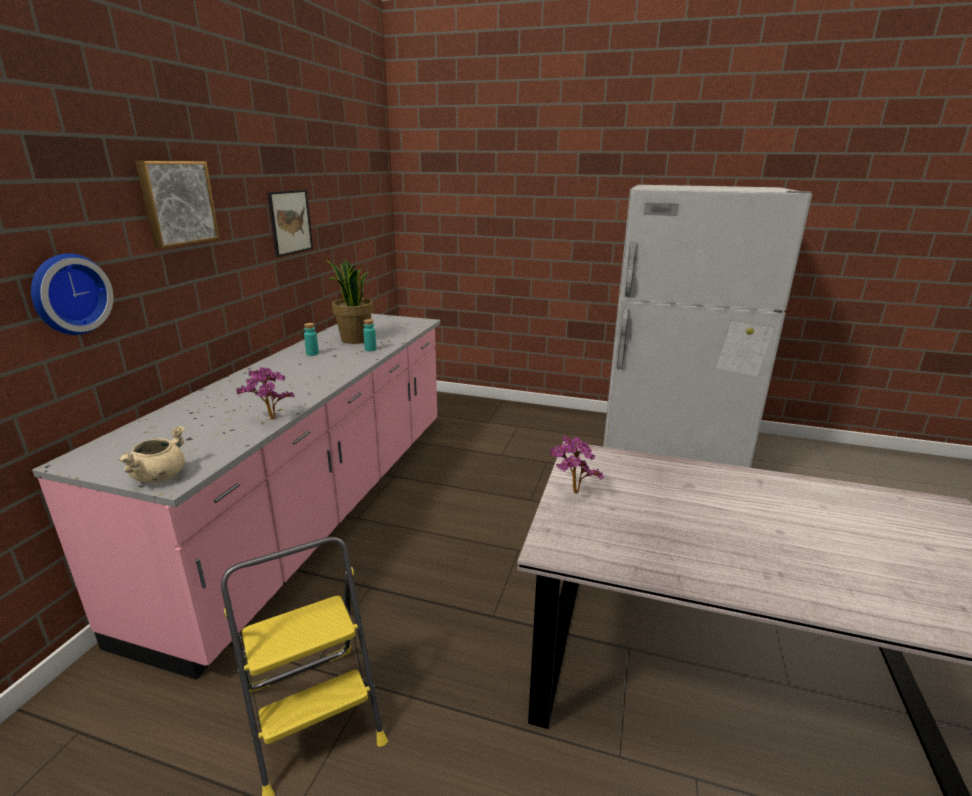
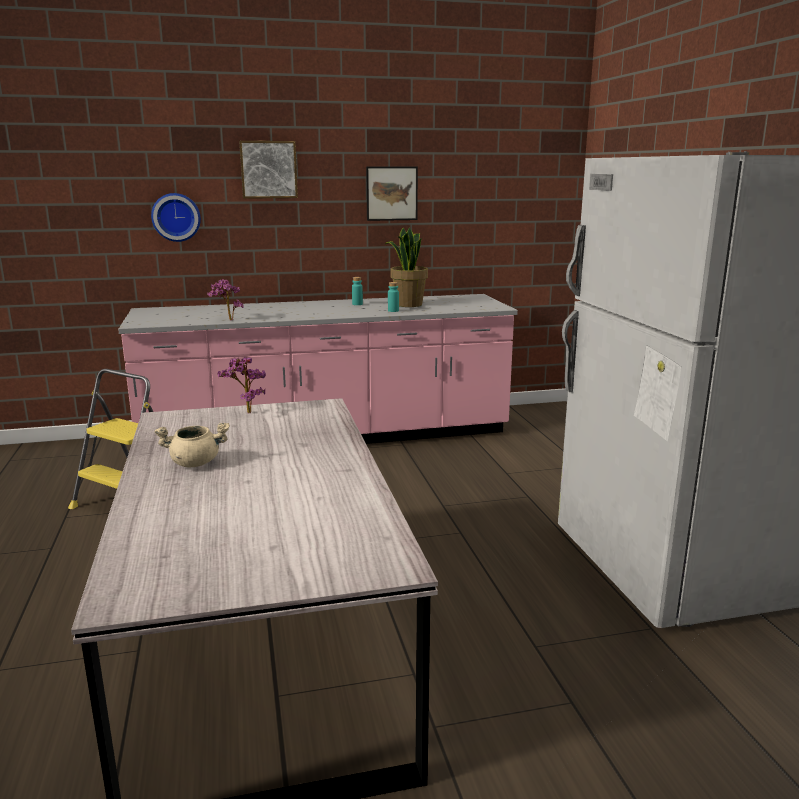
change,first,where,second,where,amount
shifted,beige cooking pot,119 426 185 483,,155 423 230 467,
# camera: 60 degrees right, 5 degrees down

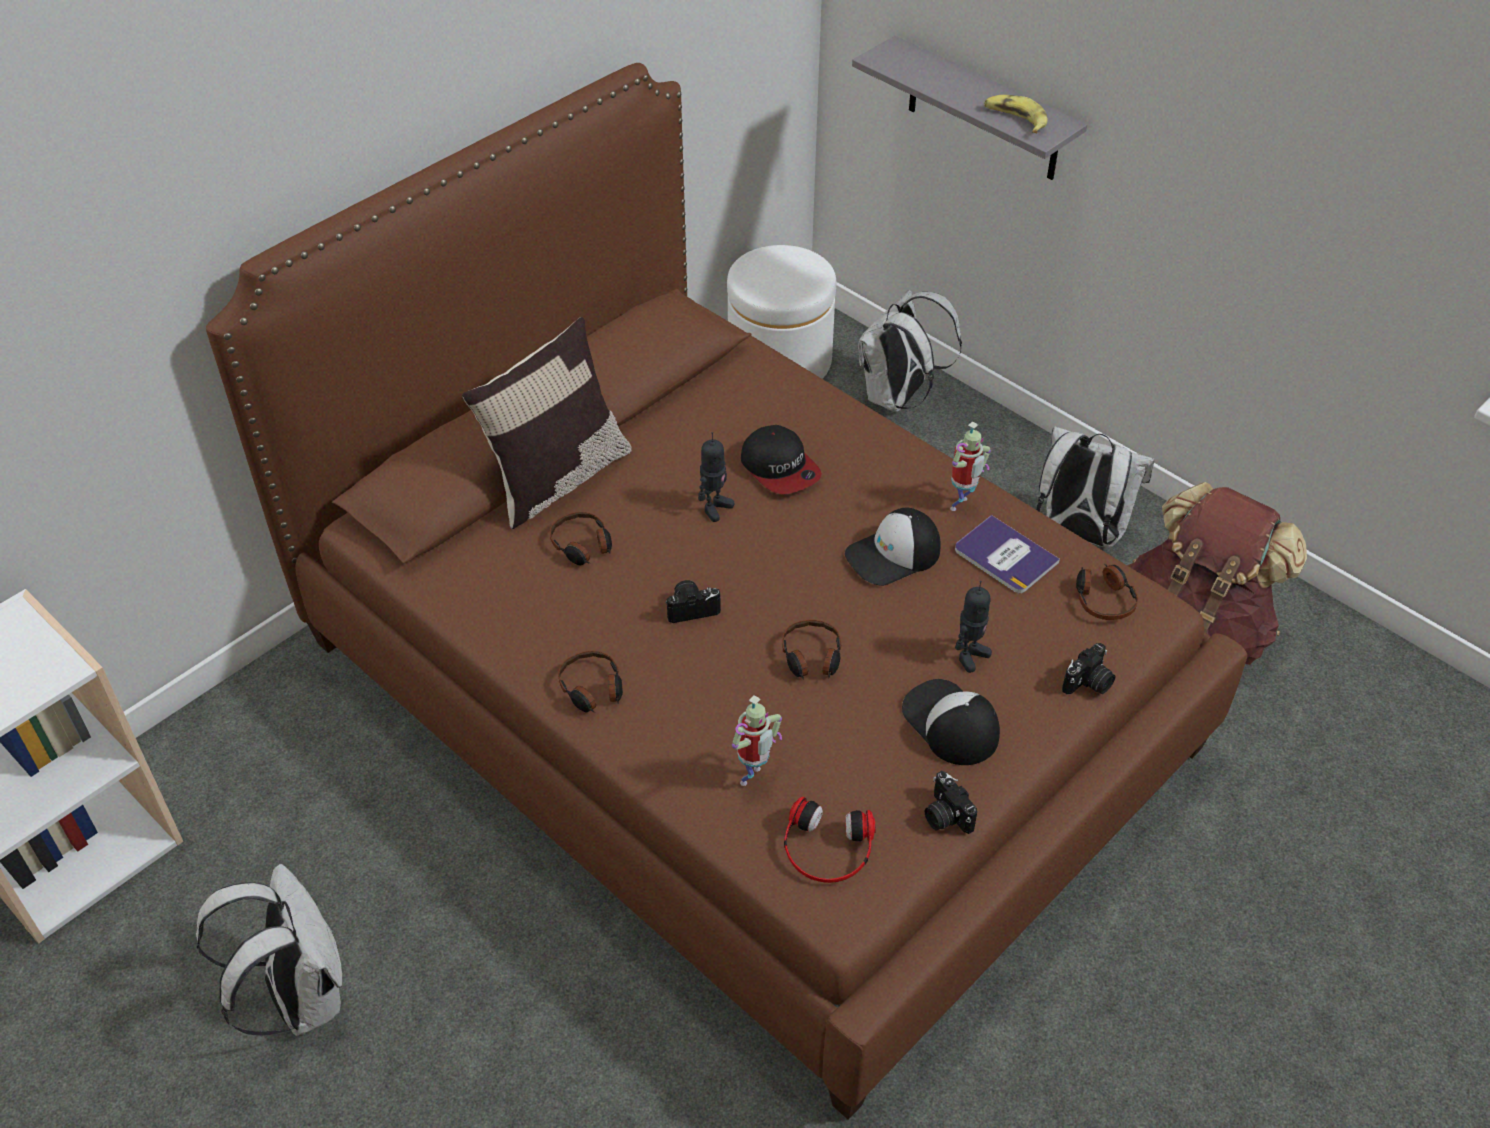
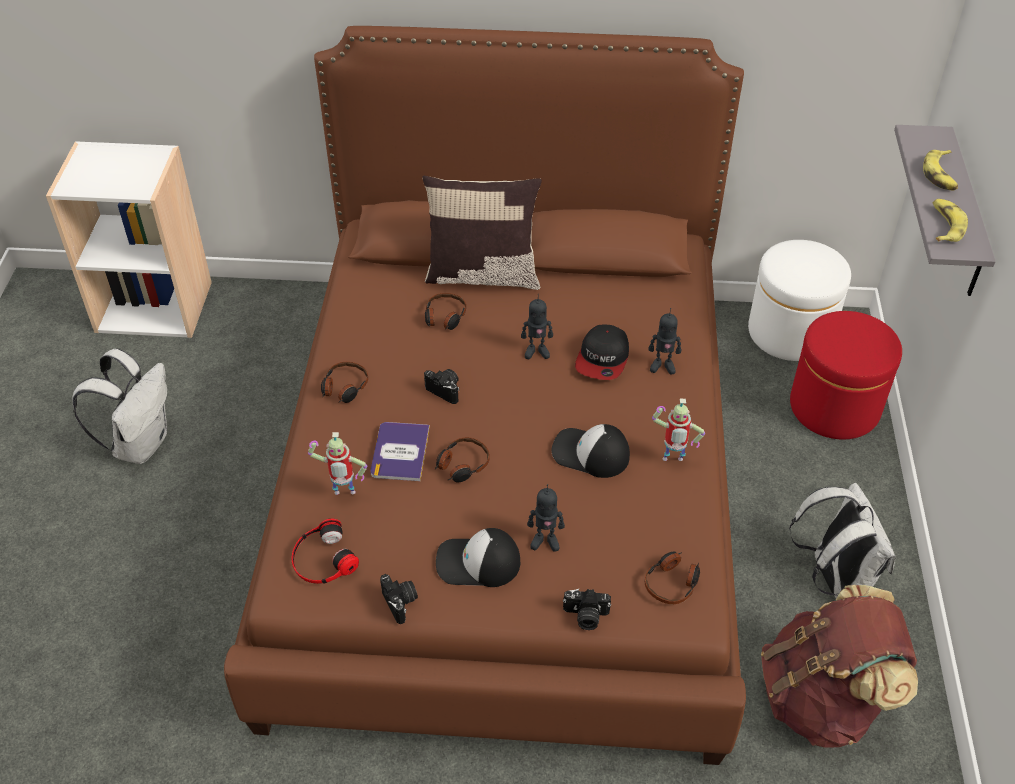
change,first,where,second,where,amount
swapped,white backpack,858 290 962 412,red ottoman,790 311 902 439,
rotated,cap,902 679 1000 765,,436 528 520 587,105 degrees counterclockwise
rotated,photo camera,925 771 977 834,,380 574 418 624,135 degrees clockwise
shifted,book,955 515 1060 593,,370 422 430 481,
new,,,toy robot,648 308 681 375,
new,,,banana,923 150 958 190,
# camera: 50 degrees right, 0 degrees up

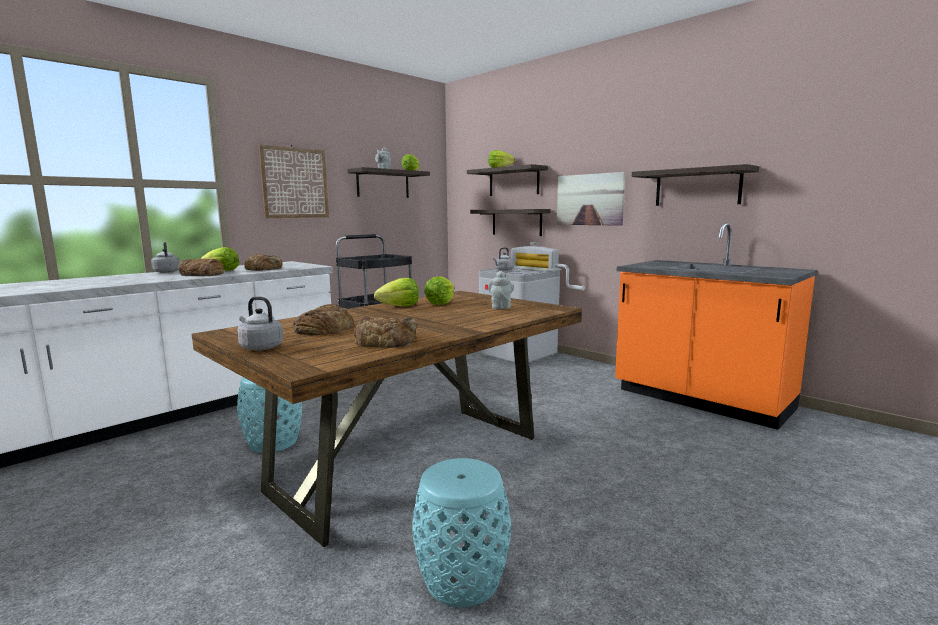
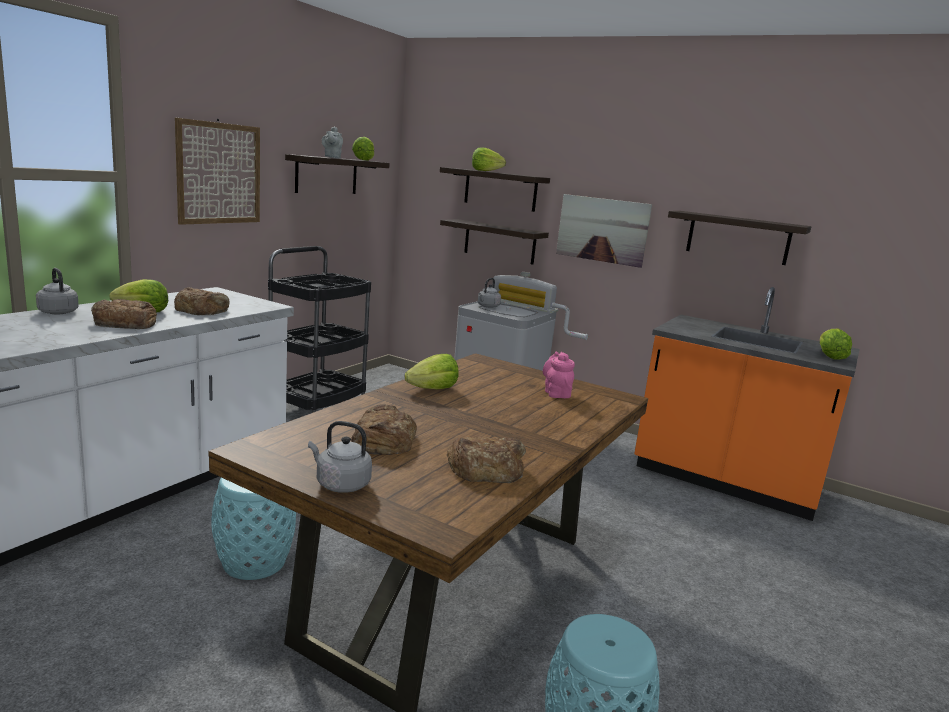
change,first,where,second,where,amount
shifted,lettuce,424 276 454 305,,820 328 852 360,
repainted,grey teapot,488 271 514 309,pink teapot,543 352 575 398,
# camera: 15 degrees left, 5 degrees up

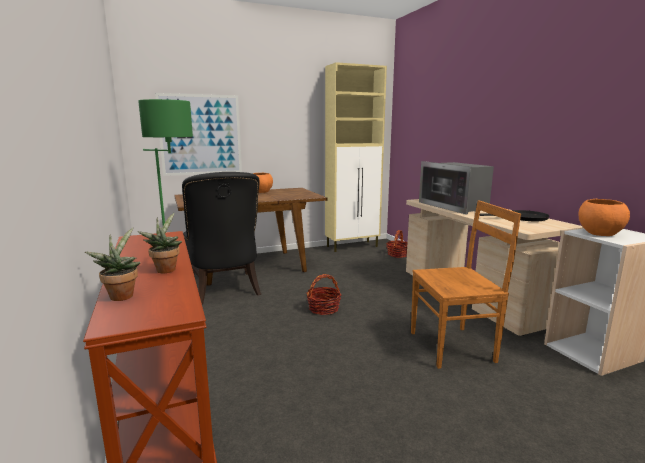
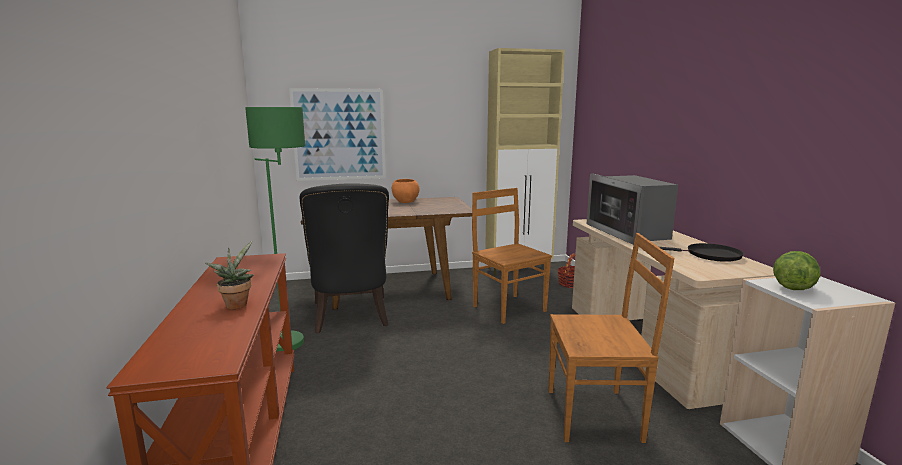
change,first,where,second,where,amount
gone,potted plant,85 228 140 301,,,
gone,basket,307 274 341 315,,,
swapped,orange bowl,579 199 630 236,lettuce,773 251 820 290,
new,,,brown chair,472 188 552 324,
# camera: 10 degrees right, 0 degrees up

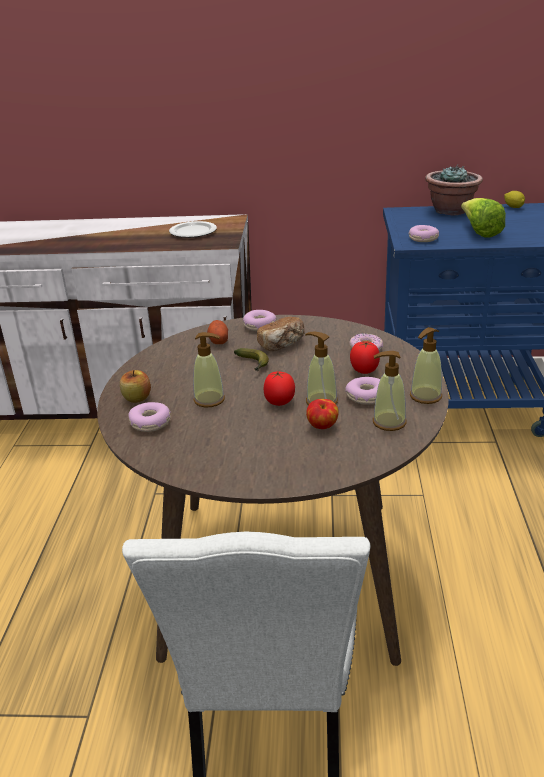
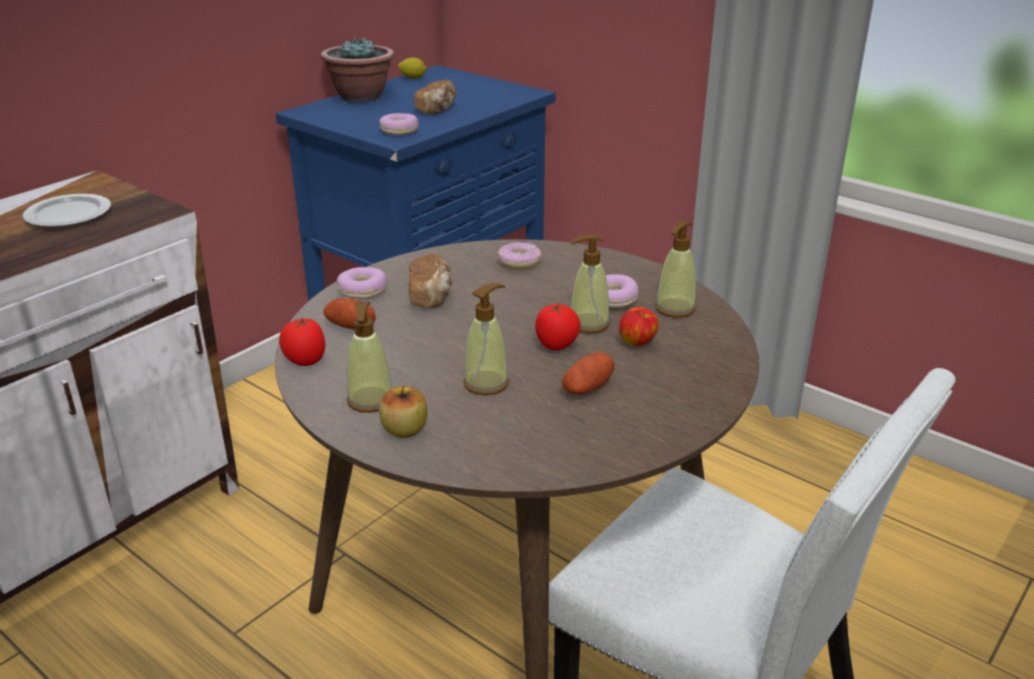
change,first,where,second,where,amount
gone,donut,128 402 171 432,,,
gone,banana,234 348 269 371,,,
shifted,tomato,350 341 380 374,,279 317 325 366,
shifted,soap dispenser,410 327 442 404,,347 302 392 413,
swapped,lettuce,461 198 506 238,bread,414 80 457 114,
new,,,potato,562 352 614 395,
# camera: 55 degrees left, 0 degrees up

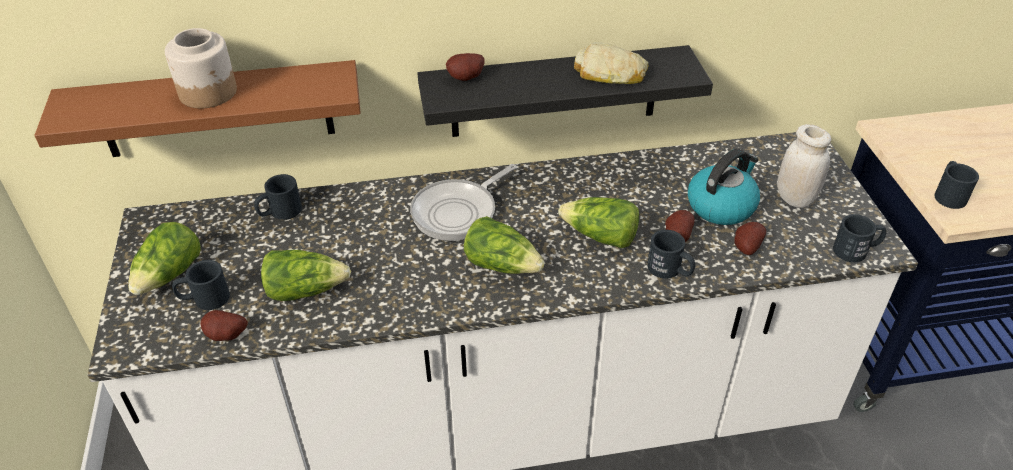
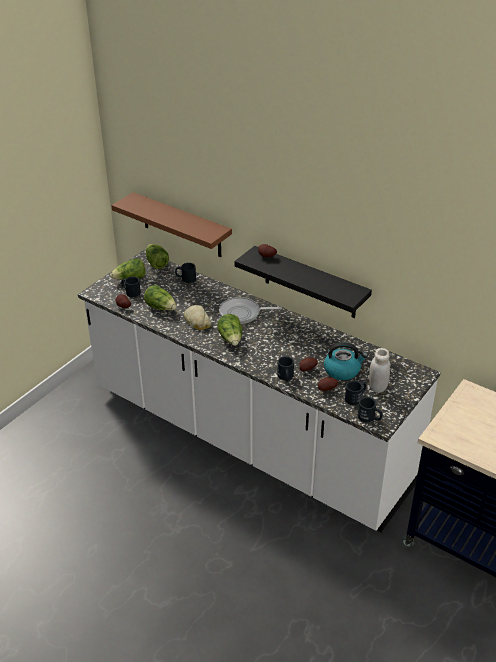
change,first,where,second,where,amount
gone,jar,165 28 237 108,,,
shifted,lettuce,558 197 639 248,,146 244 169 269,
shifted,bread,574 42 648 84,,183 305 211 330,
shifted,black mug,935 161 979 209,,345 380 366 405,
# camera: 45 degrees right, 5 degrees down

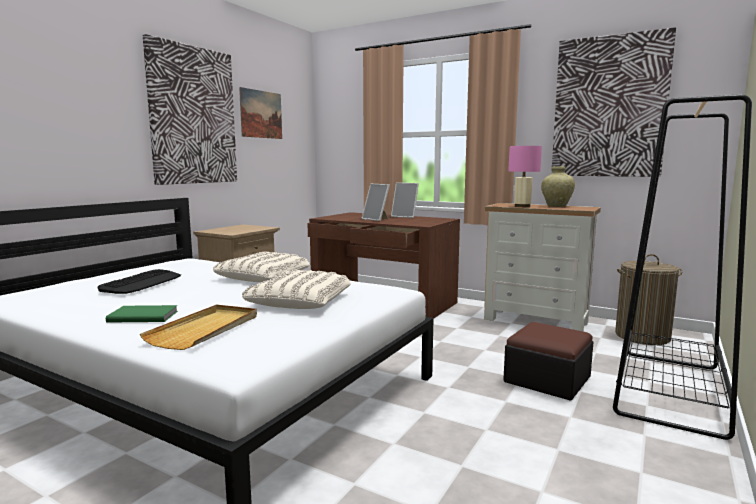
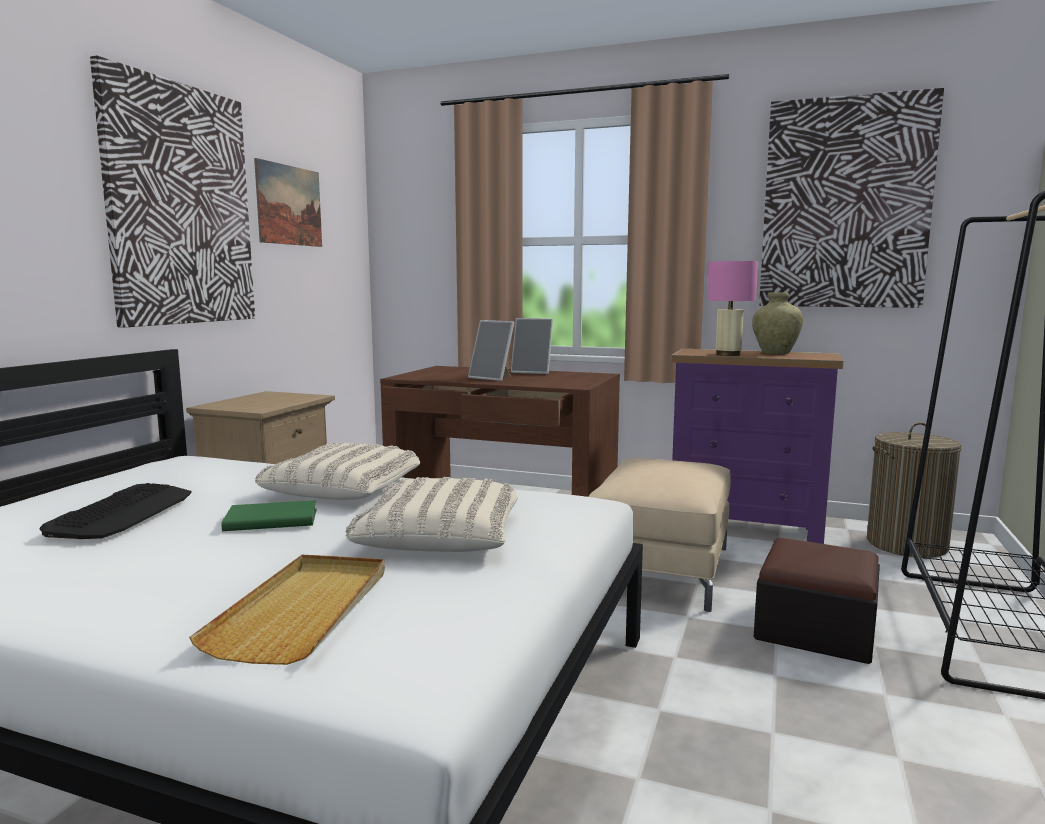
change,first,where,second,where,amount
shifted,green book,106 305 178 323,,222 500 317 531,
repainted,white dresser,484 203 601 332,purple dresser,671 349 844 544,
new,,,beige ottoman,588 458 731 612,
# camera: 10 degrees left, 0 degrees up

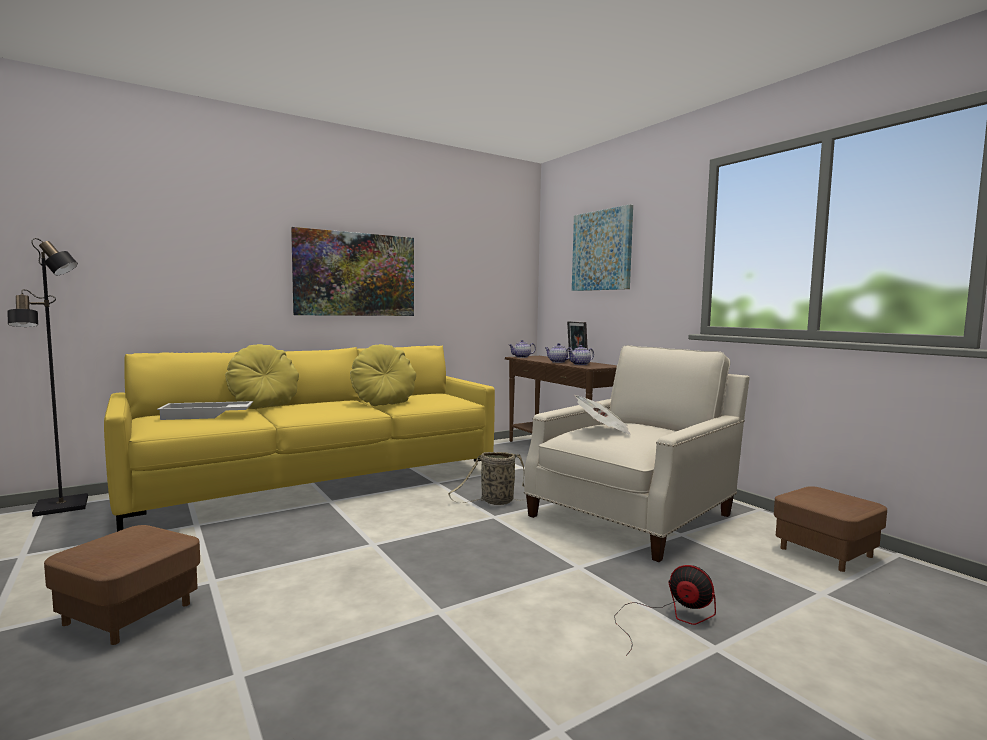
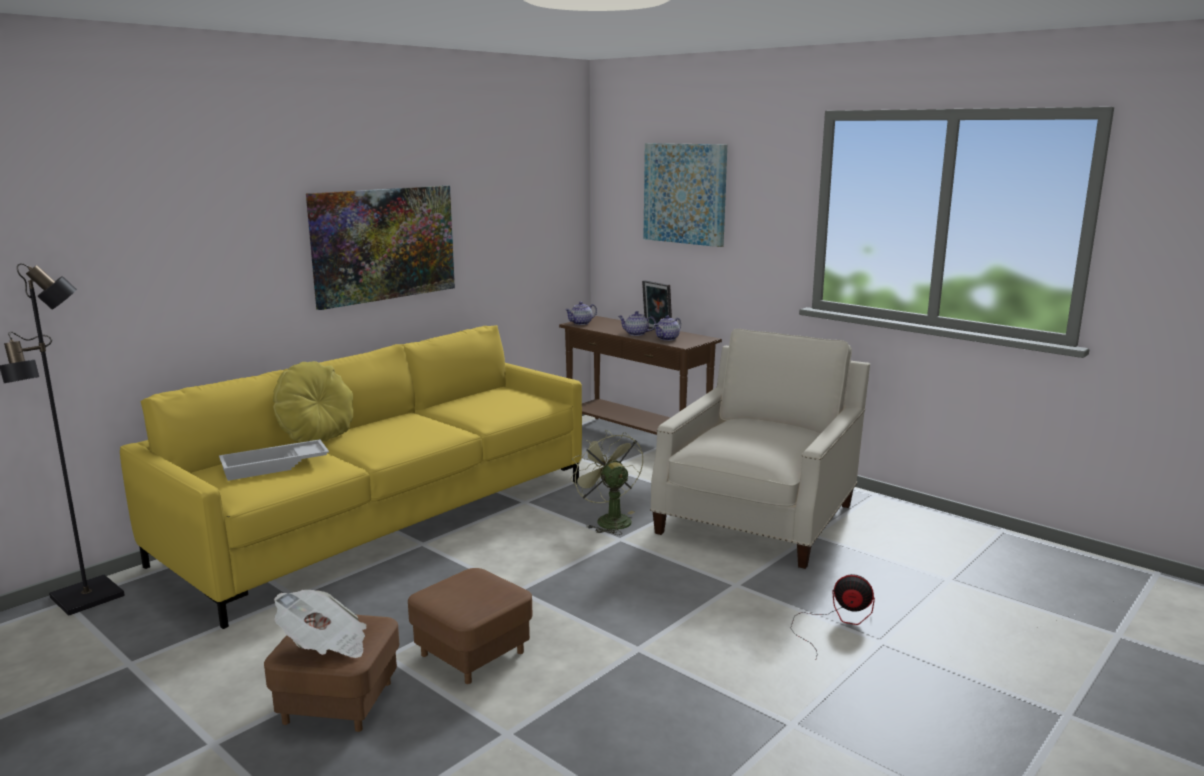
change,first,where,second,where,amount
gone,yellow pillow,350 344 416 406,,,
swapped,basket,448 452 527 505,green fan,570 430 643 535,
shifted,newspaper,574 395 631 435,,274 590 366 658,
shifted,brown ottoman,774 486 887 572,,408 568 533 684,
# camera: 15 degrees left, 10 degrees up

